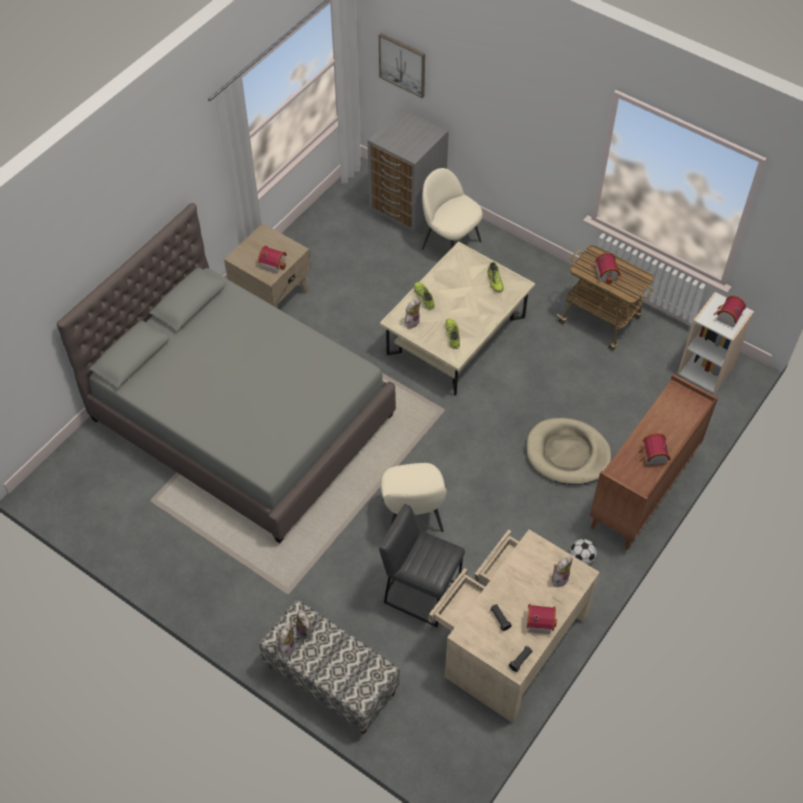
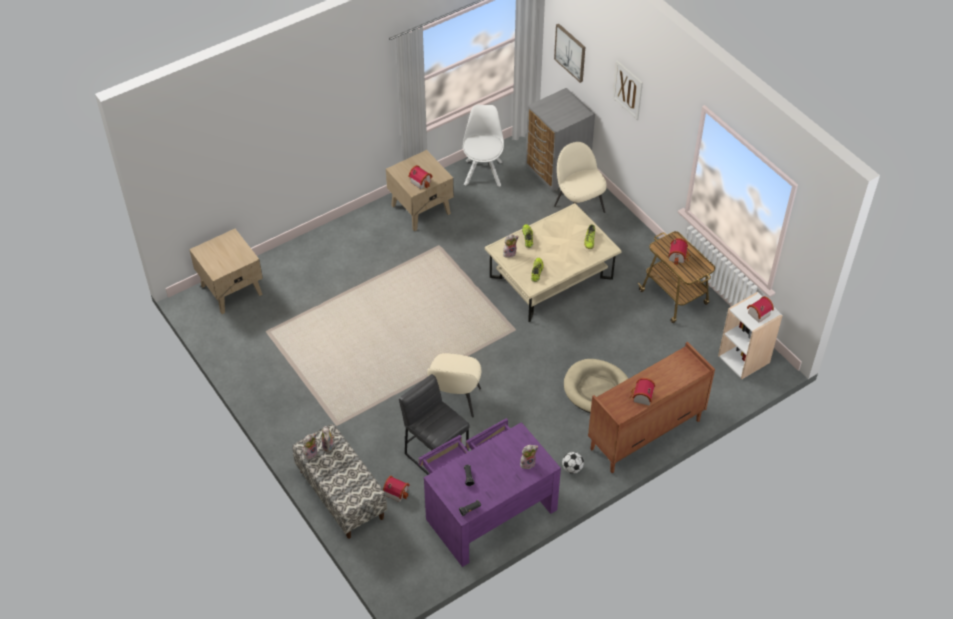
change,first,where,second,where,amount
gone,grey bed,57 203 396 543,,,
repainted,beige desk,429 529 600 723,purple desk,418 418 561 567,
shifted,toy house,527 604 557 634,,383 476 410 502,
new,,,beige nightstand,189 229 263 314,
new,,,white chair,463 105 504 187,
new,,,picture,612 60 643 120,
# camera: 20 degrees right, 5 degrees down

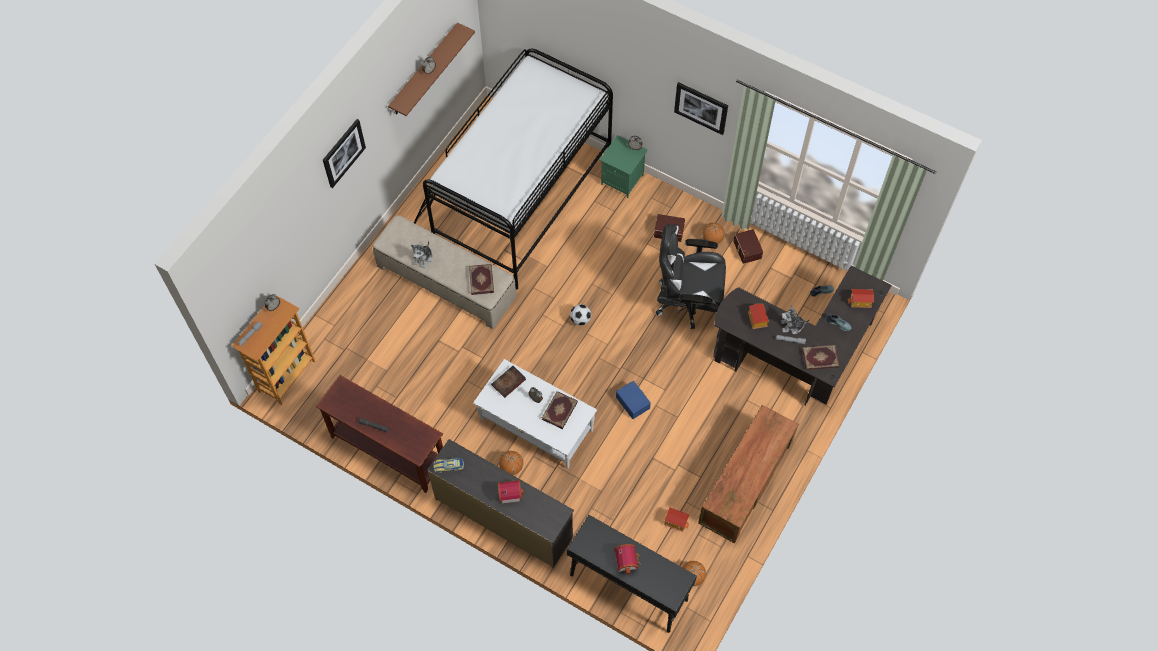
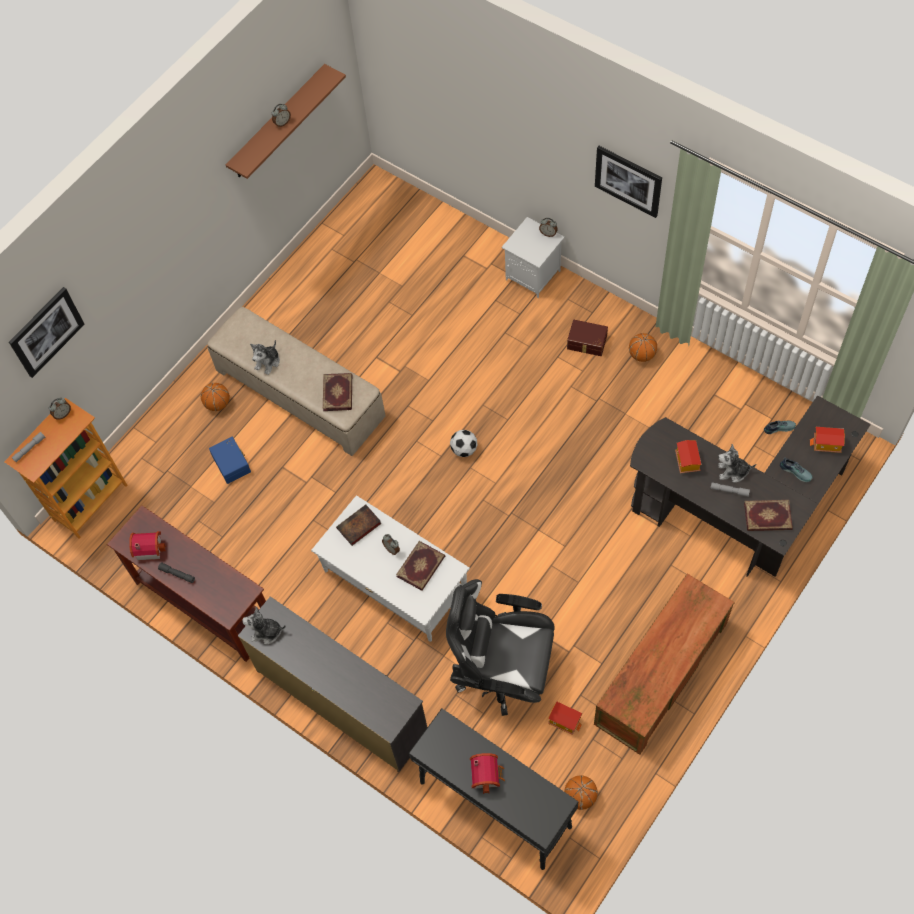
change,first,where,second,where,amount
shifted,picture,323 119 366 188,,9 287 85 378,
gone,black bed,414 49 613 290,,,
swapped,toy car,433 458 464 473,plush toy,242 606 286 645,
shifted,toy house,498 479 524 504,,129 531 166 560,
shifted,basketball,499 451 523 475,,201 383 230 411,
repainted,green nightstand,600 135 648 198,grey nightstand,502 217 565 298,
shifted,blue storage box,616 381 651 419,,209 437 251 484,
shifted,black office chair,656 224 726 329,,446 579 555 716,
gone,brown storage box,733 229 763 264,,,
# camera: 10 degrees right, 0 degrees up

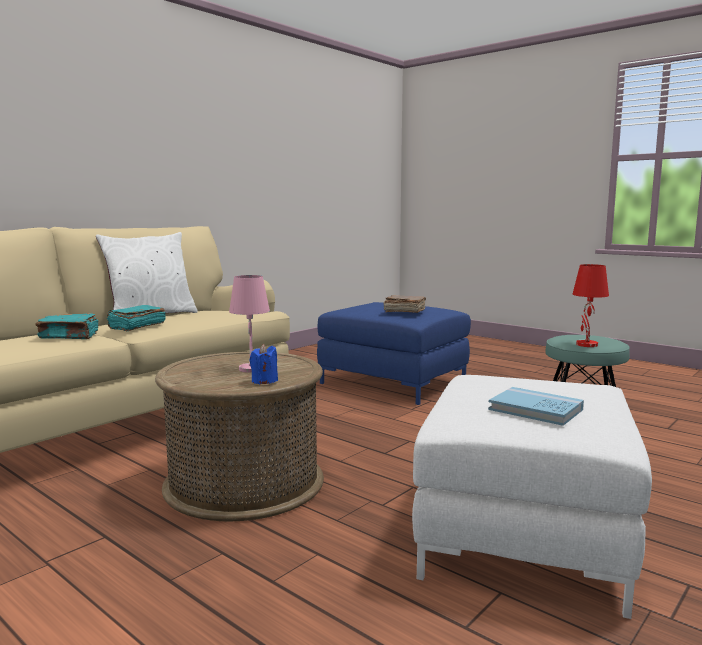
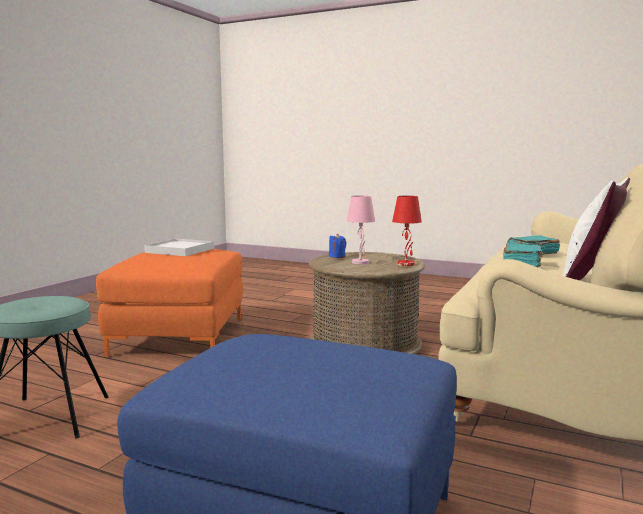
change,first,where,second,where,amount
gone,brown book,383 295 426 313,,,
repainted,white ottoman,412 375 652 619,orange ottoman,96 249 243 357,
swapped,blue book,488 387 584 426,white tray,144 239 214 256,
shifted,red table lamp,573 264 609 347,,392 196 422 266,
# camera: 165 degrees right, 0 degrees up

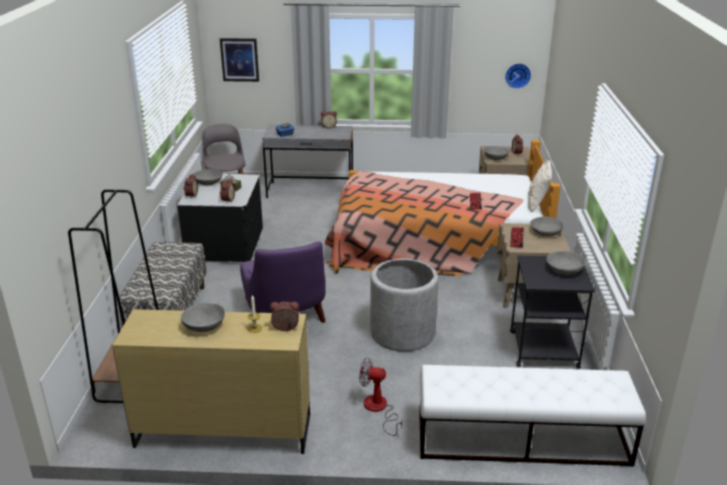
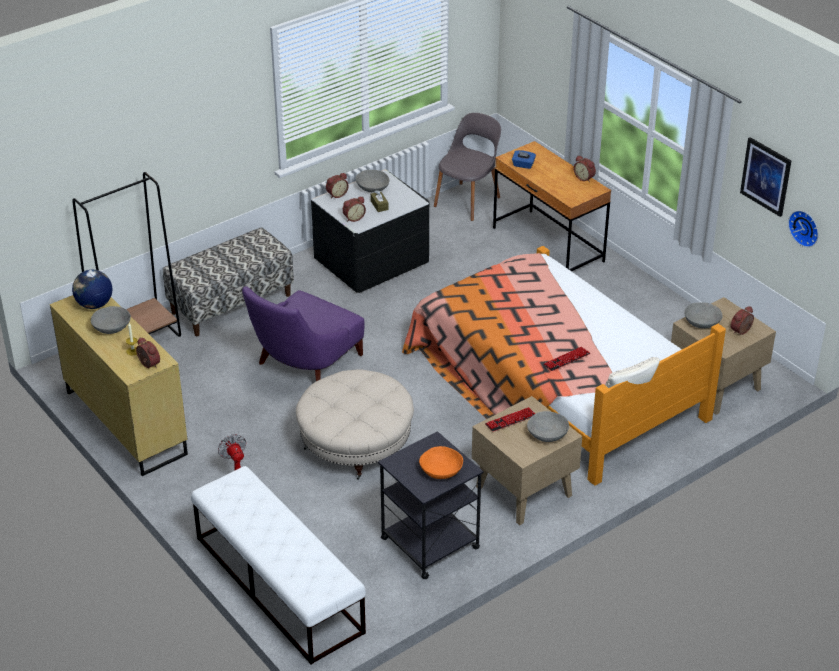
change,first,where,second,where,amount
shifted,picture,220 38 259 82,,740 137 791 217,
repainted,grey desk,262 125 353 198,brown desk,493 141 611 271,
swapped,grey planter,370 258 438 351,beige ottoman,296 369 414 480,
repainted,grey bowl,547 251 585 275,orange bowl,419 446 463 479,
new,,,globe,72 270 112 309,
# camera: 50 degrees right, 10 degrees up

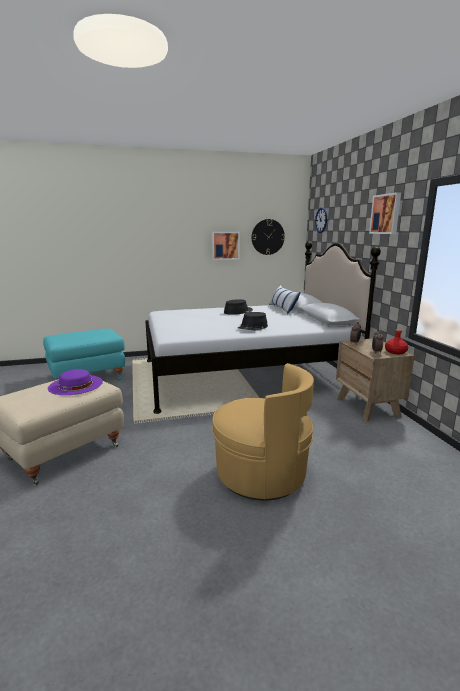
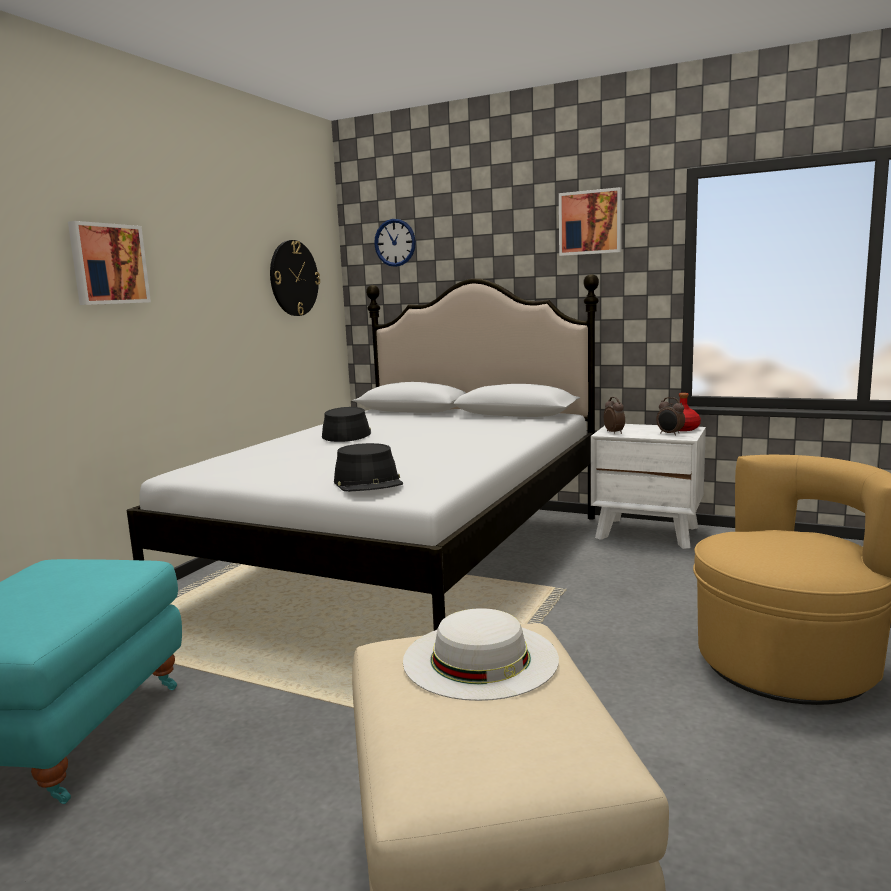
change,first,where,second,where,amount
repainted,purple hat,48 369 103 395,white hat,403 608 559 701,
shifted,picture,212 232 240 260,,68 221 151 305,
shifted,black hat,238 312 268 331,,334 443 403 492,
gone,pillow,269 285 301 314,,,
repainted,brown nightstand,336 338 415 422,white nightstand,591 424 706 549,
# camera: 50 degrees left, 5 degrees down

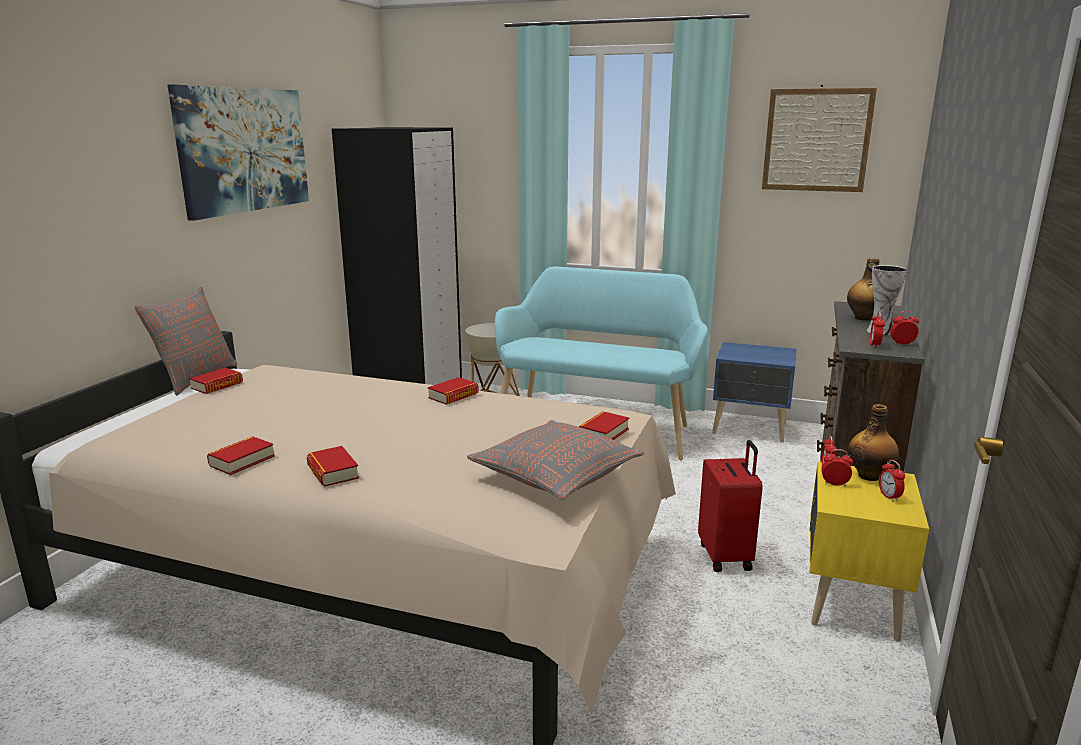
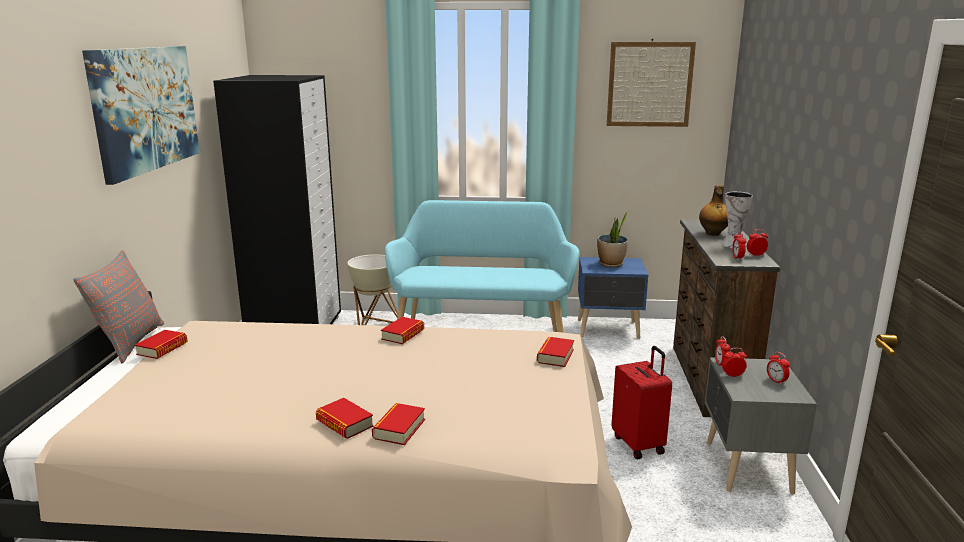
change,first,where,second,where,amount
shifted,book,207 436 275 475,,372 403 425 445,
gone,grey pillow,467 420 644 500,,,
repainted,yellow nightstand,810 461 929 642,grey nightstand,705 357 817 494,
gone,bottle,848 404 899 481,,,
new,,,potted plant,597 211 629 267,
# camera: 15 degrees left, 0 degrees up

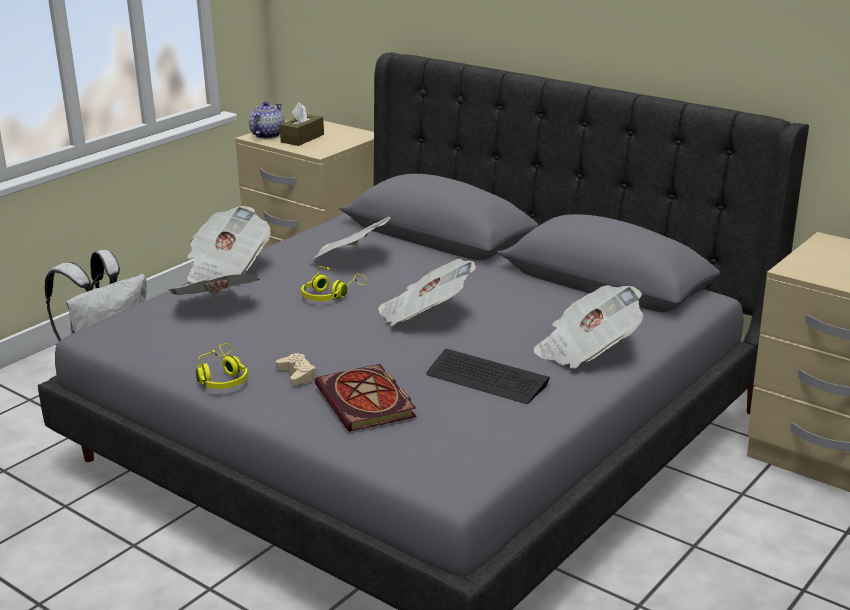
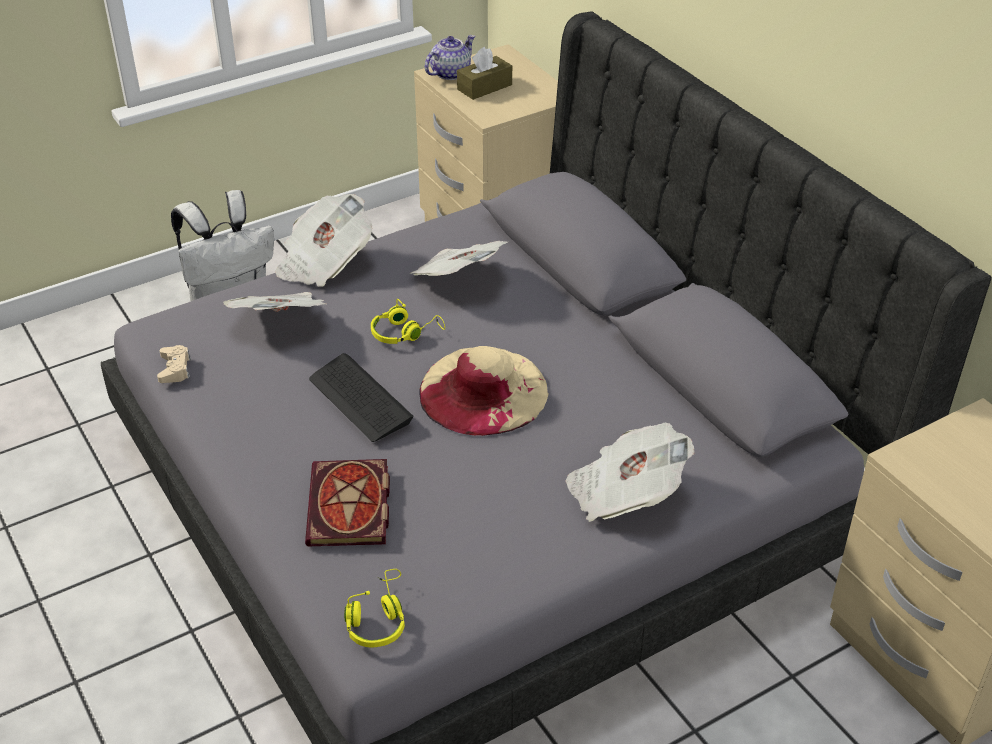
change,first,where,second,where,amount
shifted,yellow headphones,196 343 248 389,,344 569 405 647,
shifted,beige game controller,276 353 317 386,,157 345 191 383,
swapped,newspaper,378 258 476 326,beige hat,419 346 549 436,
shifted,keyboard,426 349 550 404,,309 353 414 442,
# camera: 20 degrees right, 15 degrees up

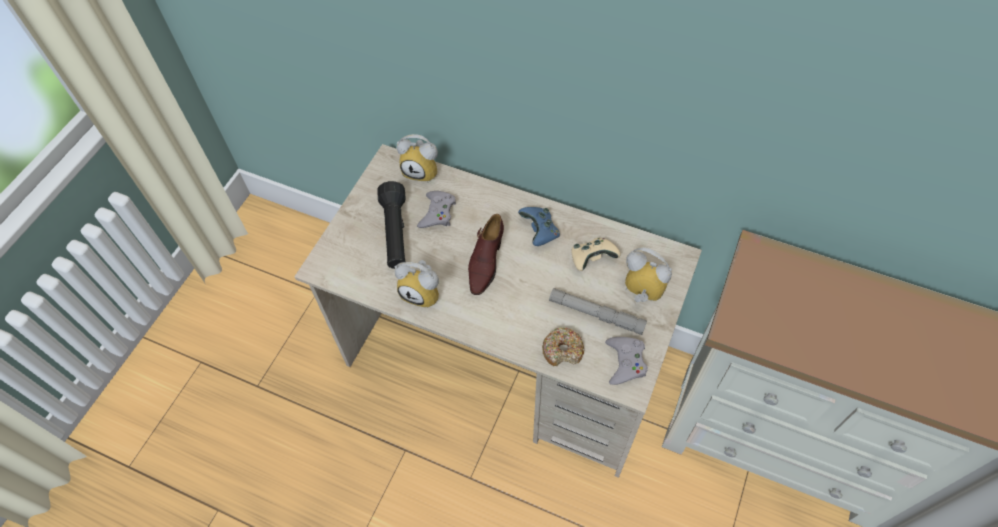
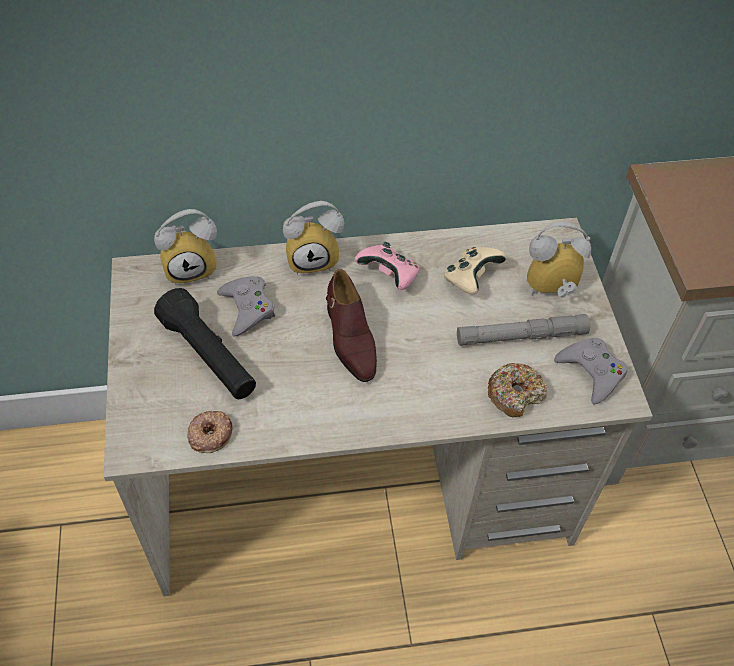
change,first,where,second,where,amount
shifted,alarm clock,394 260 439 308,,283 201 344 275,
repainted,blue game controller,518 207 560 246,pink game controller,355 242 420 290,
new,,,donut,187 411 232 453,
# camera: 35 degrees left, 5 degrees down

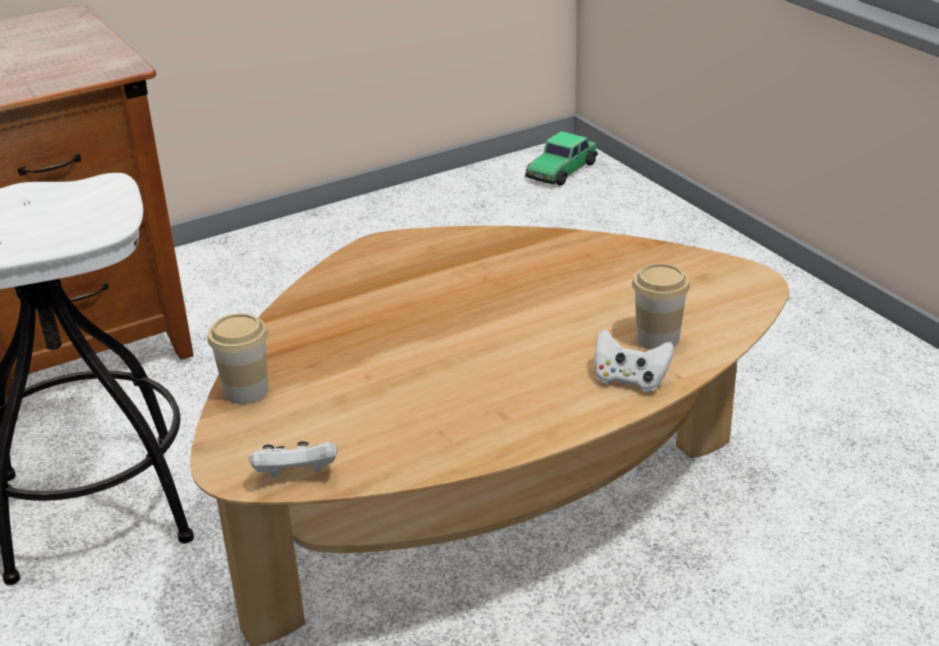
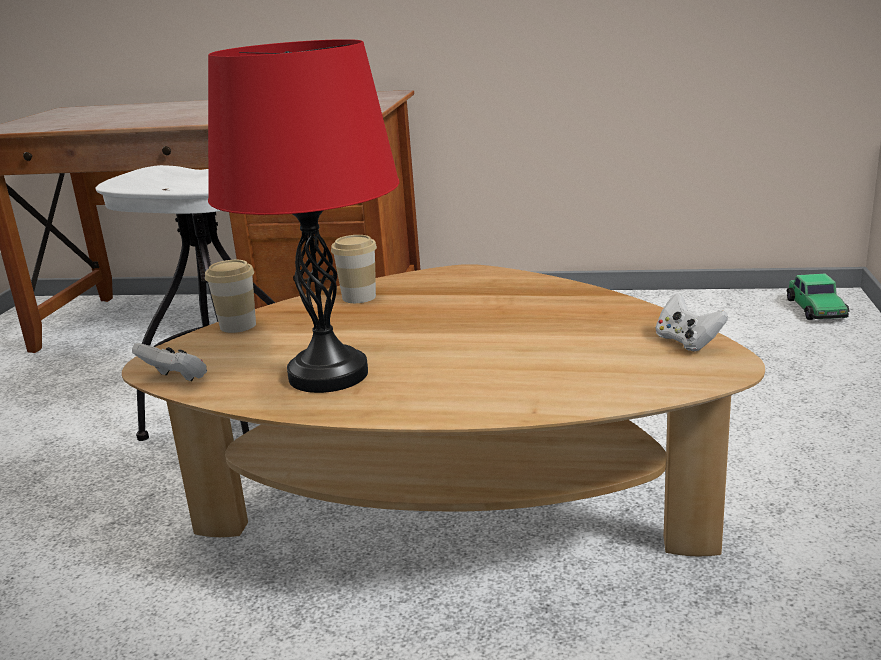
change,first,where,second,where,amount
rotated,toy car,525 131 598 186,,786 273 850 320,75 degrees counterclockwise
shifted,white game controller,595 329 674 392,,656 293 728 352,
shifted,cup,632 263 690 350,,331 235 377 303,
new,,,red table lamp,208 39 399 393,
# camera: 40 degrees right, 10 degrees down

